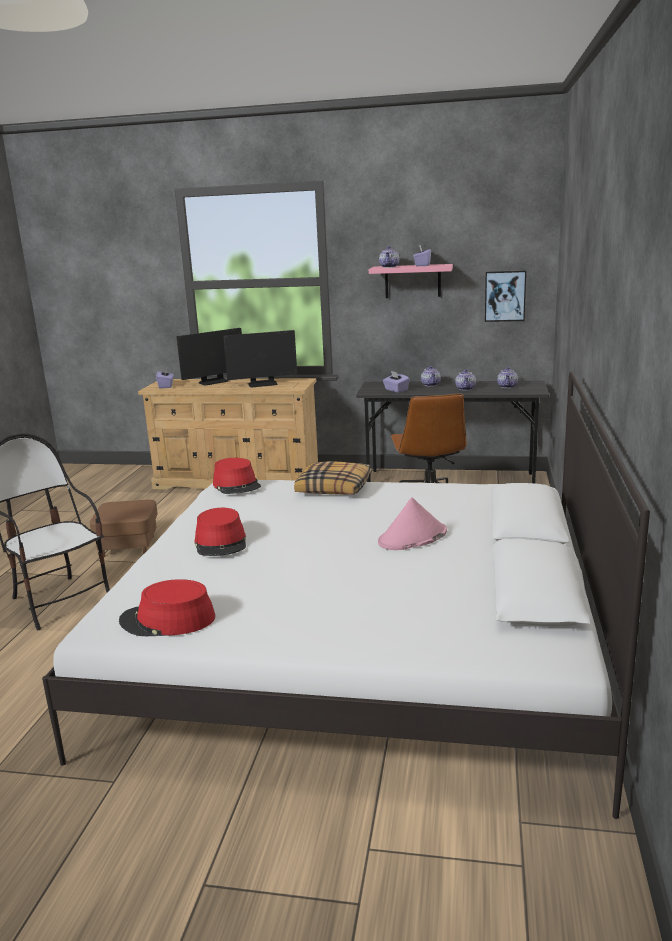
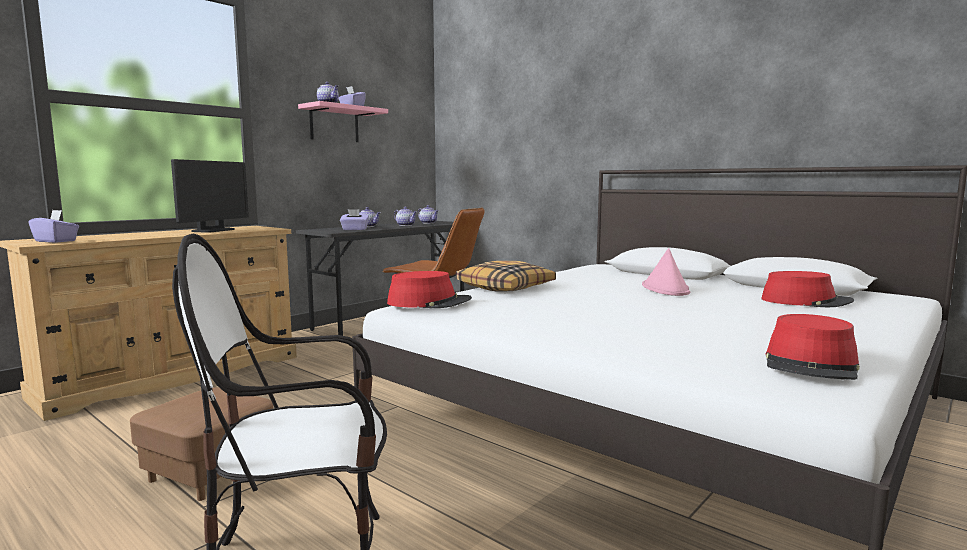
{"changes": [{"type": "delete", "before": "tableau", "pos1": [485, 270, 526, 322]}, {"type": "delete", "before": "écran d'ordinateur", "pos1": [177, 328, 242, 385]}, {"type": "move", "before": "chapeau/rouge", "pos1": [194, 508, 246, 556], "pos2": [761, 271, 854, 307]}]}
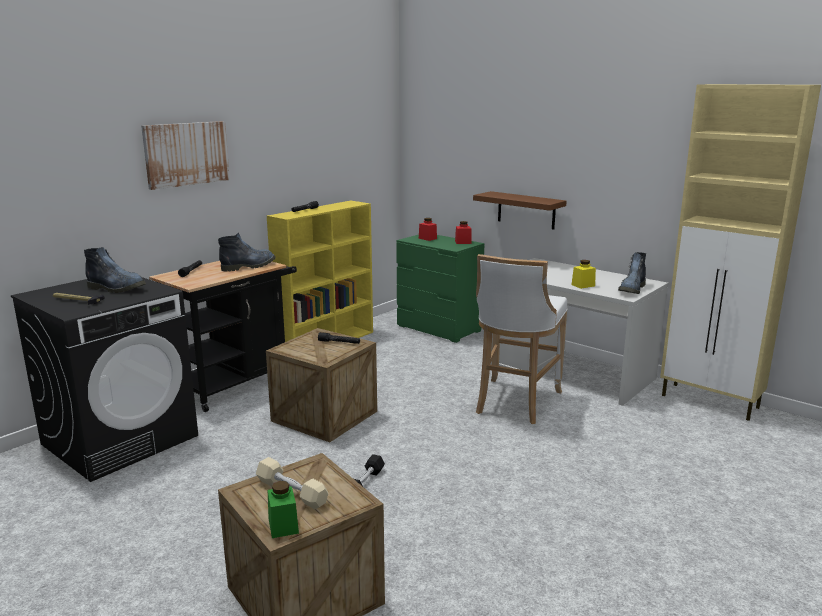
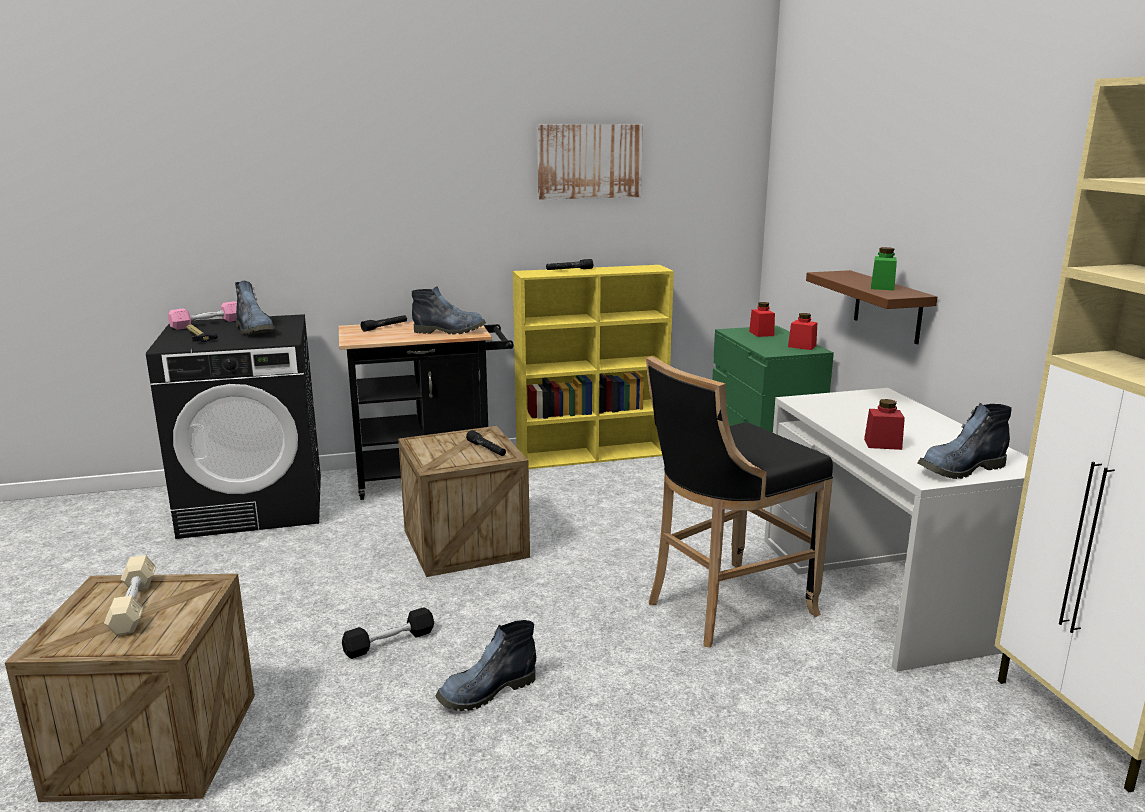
{"changes": [{"type": "move", "before": "tableau", "pos1": [141, 121, 230, 190], "pos2": [537, 124, 643, 200]}, {"type": "recolor", "before": "tabouret/blanc", "after": "tabouret/noir", "pos1": [476, 254, 567, 424], "pos2": [646, 356, 833, 648]}, {"type": "recolor", "before": "bocal/jaune", "after": "bocal/rouge", "pos1": [571, 260, 596, 289], "pos2": [864, 399, 905, 450]}, {"type": "move", "before": "bocal/vert", "pos1": [268, 481, 299, 538], "pos2": [871, 247, 897, 290]}, {"type": "insert", "after": "haltère/rose", "pos2": [168, 301, 237, 330]}, {"type": "insert", "after": "botte", "pos2": [436, 620, 536, 711]}]}
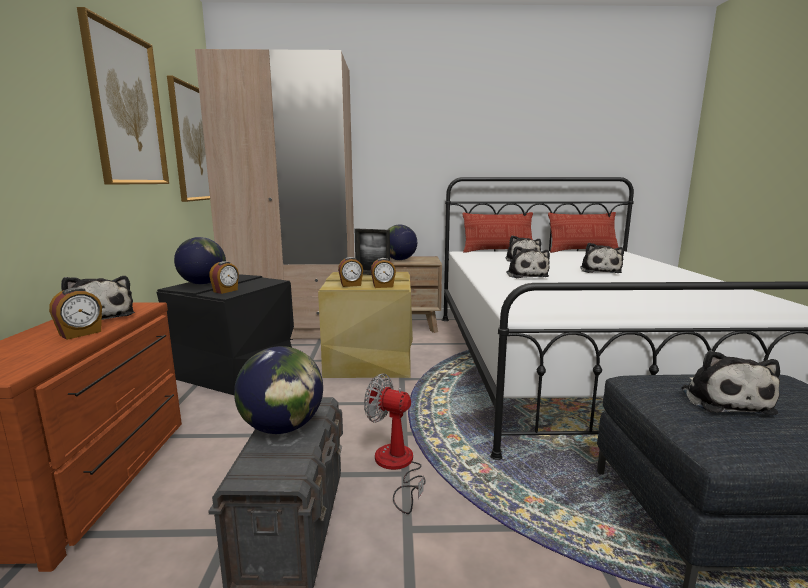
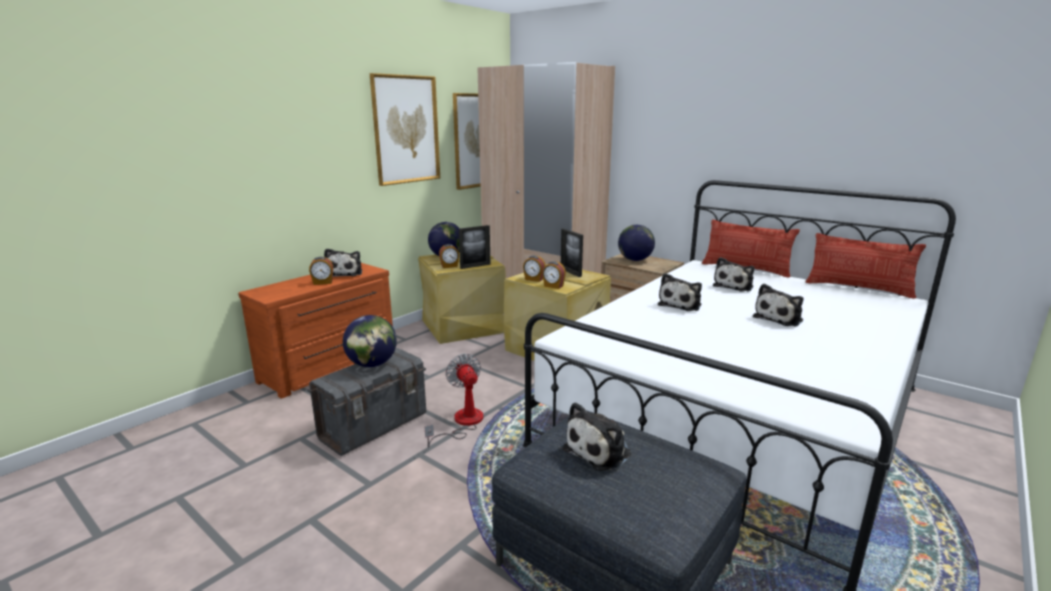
{"changes": [{"type": "recolor", "before": "boîte de rangement/noir", "after": "boîte de rangement/beige", "pos1": [157, 274, 294, 395], "pos2": [418, 252, 506, 344]}, {"type": "insert", "after": "cadre photo", "pos2": [459, 225, 491, 269]}]}
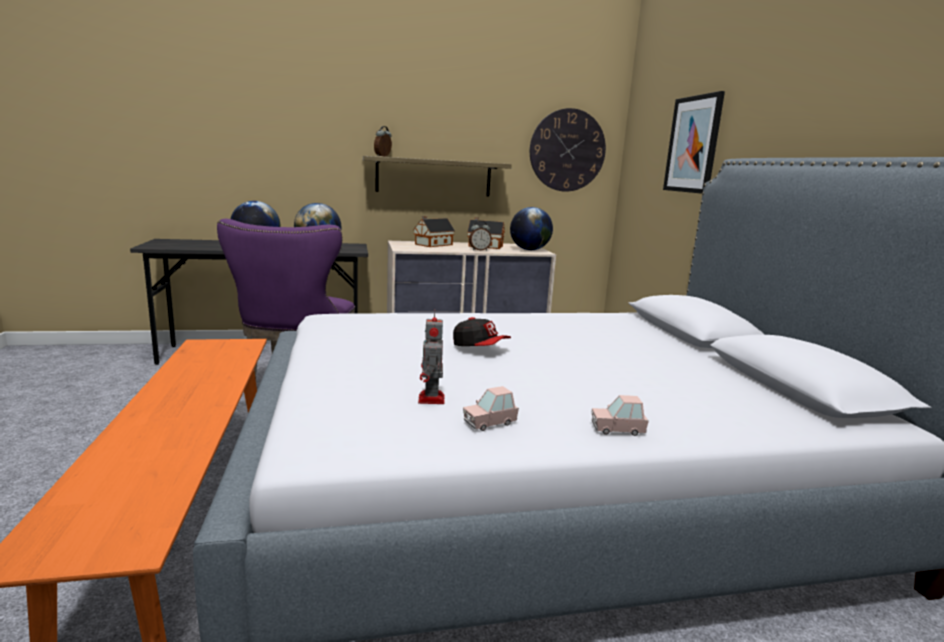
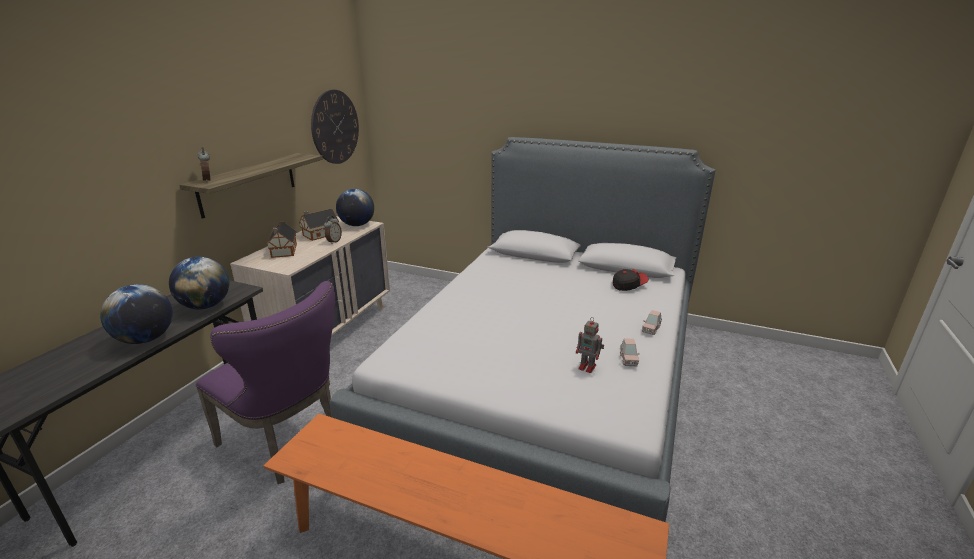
{"changes": [{"type": "delete", "before": "tableau", "pos1": [663, 91, 725, 194]}, {"type": "move", "before": "casquette", "pos1": [453, 317, 511, 346], "pos2": [613, 269, 649, 291]}]}
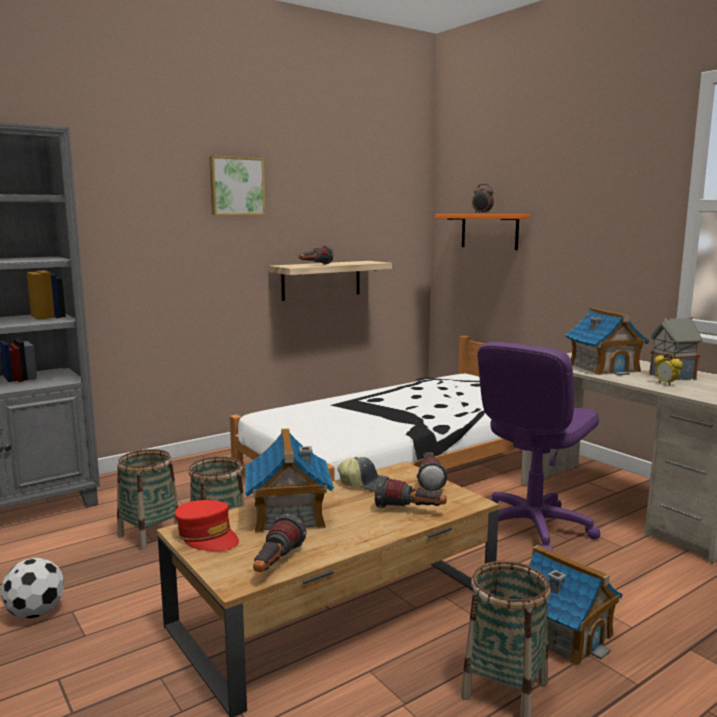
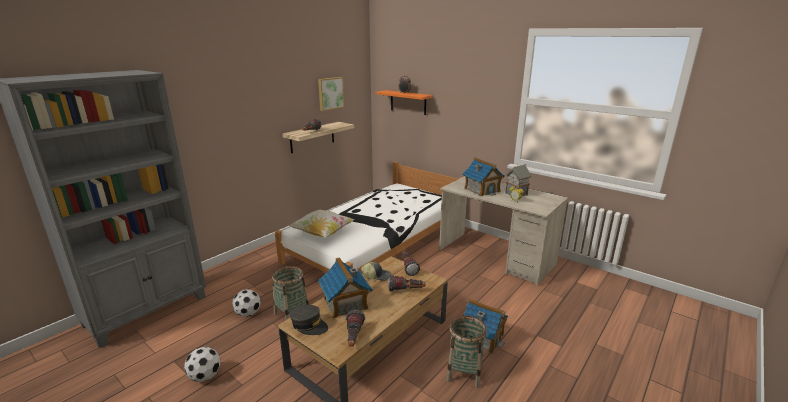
{"changes": [{"type": "move", "before": "tableau", "pos1": [209, 156, 265, 215], "pos2": [318, 77, 345, 111]}, {"type": "delete", "before": "chaise de bureau/violet", "pos1": [477, 342, 600, 552]}, {"type": "replace", "before": "panier", "after": "ballon de foot", "pos1": [117, 449, 179, 550], "pos2": [232, 289, 261, 317]}, {"type": "recolor", "before": "casquette/rouge", "after": "casquette/gris", "pos1": [175, 500, 239, 552], "pos2": [289, 305, 328, 335]}, {"type": "insert", "after": "coussin", "pos2": [289, 210, 355, 238]}]}
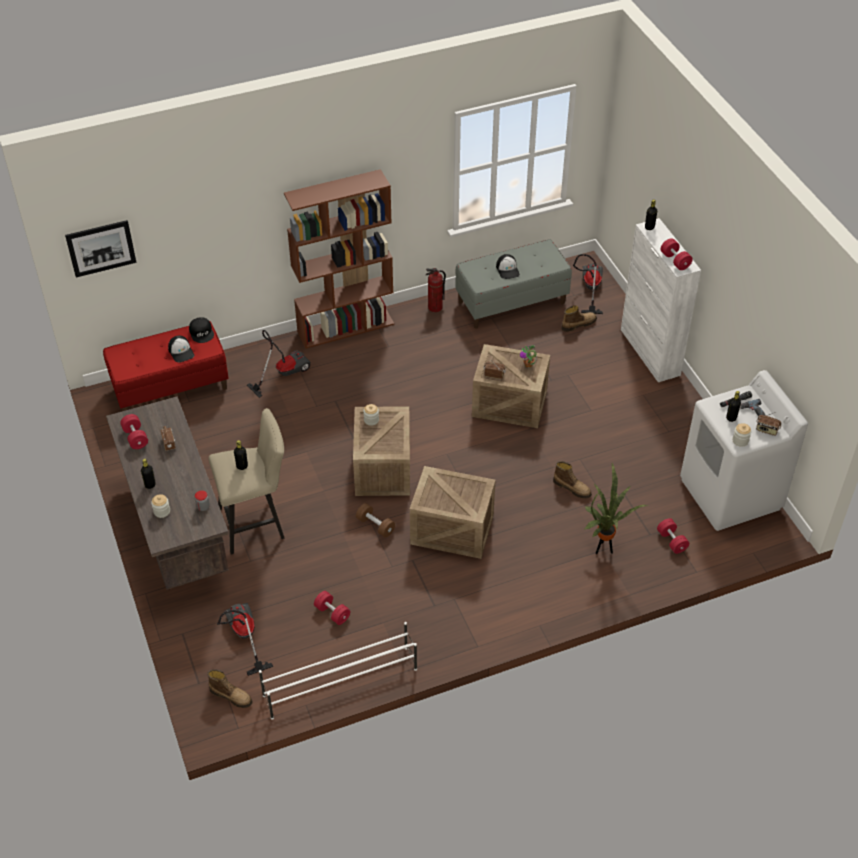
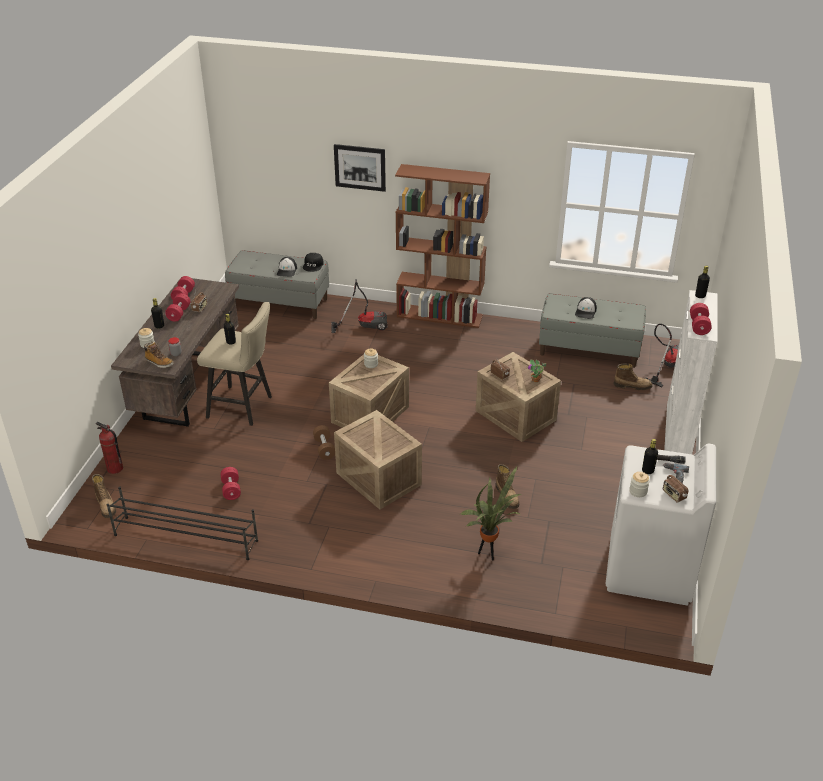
{"changes": [{"type": "move", "before": "tableau", "pos1": [65, 220, 137, 278], "pos2": [334, 144, 386, 192]}, {"type": "move", "before": "extincteur", "pos1": [426, 268, 446, 312], "pos2": [96, 422, 123, 474]}, {"type": "recolor", "before": "banc/rouge", "after": "banc/gris", "pos1": [103, 321, 229, 411], "pos2": [225, 250, 329, 319]}, {"type": "move", "before": "haltère/rouge", "pos1": [657, 518, 689, 554], "pos2": [165, 293, 190, 322]}, {"type": "delete", "before": "aspirateur", "pos1": [217, 603, 273, 676]}, {"type": "recolor", "before": "étagère à chaussures/blanc", "after": "étagère à chaussures/noir", "pos1": [259, 622, 417, 720], "pos2": [107, 487, 258, 560]}, {"type": "insert", "after": "botte", "pos2": [144, 342, 173, 368]}]}
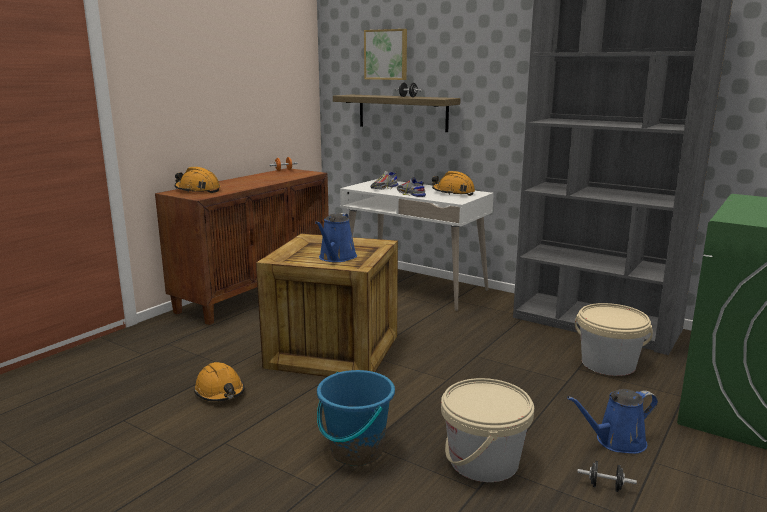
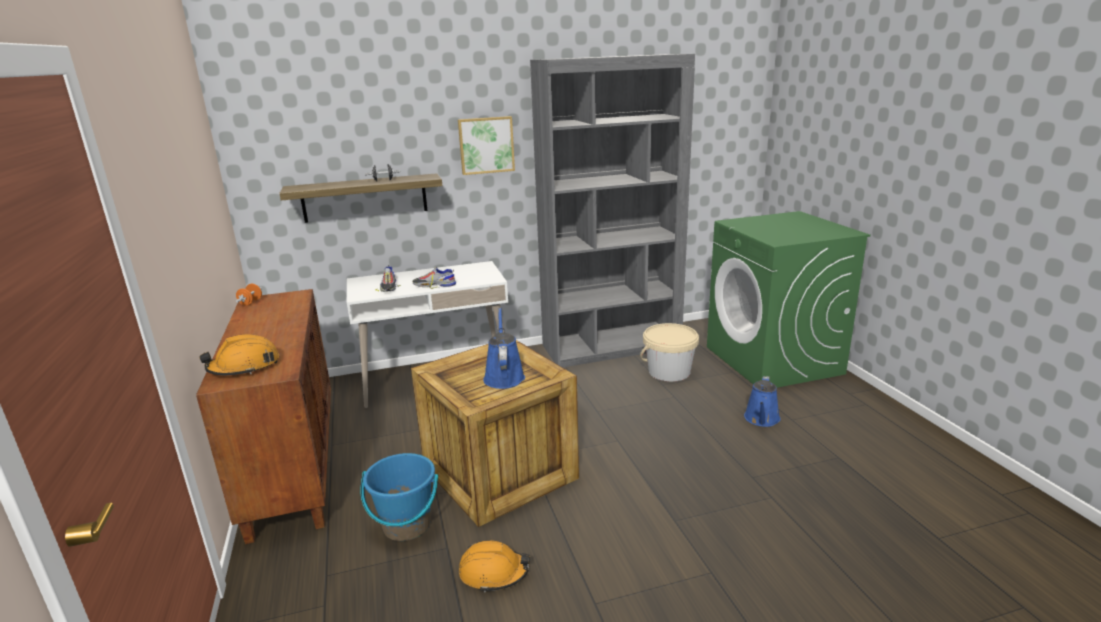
{"changes": [{"type": "move", "before": "tableau", "pos1": [364, 29, 407, 80], "pos2": [458, 116, 515, 175]}, {"type": "delete", "before": "casque de chantier/orange", "pos1": [432, 171, 475, 196]}, {"type": "rotate", "before": "arrosoir/bleu", "pos1": [315, 213, 357, 262], "pos2": [483, 307, 525, 389], "turn": -150}, {"type": "move", "before": "seau/bleu", "pos1": [317, 370, 395, 466], "pos2": [360, 453, 438, 541]}, {"type": "delete", "before": "seau/beige", "pos1": [441, 378, 534, 482]}, {"type": "delete", "before": "haltère/noir", "pos1": [577, 461, 637, 492]}]}
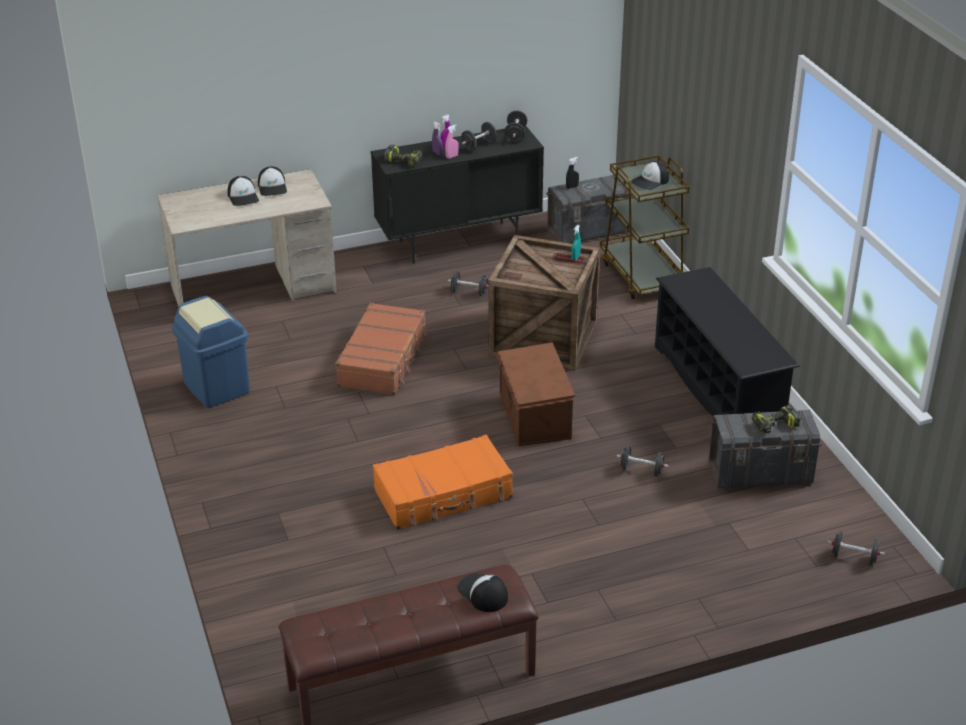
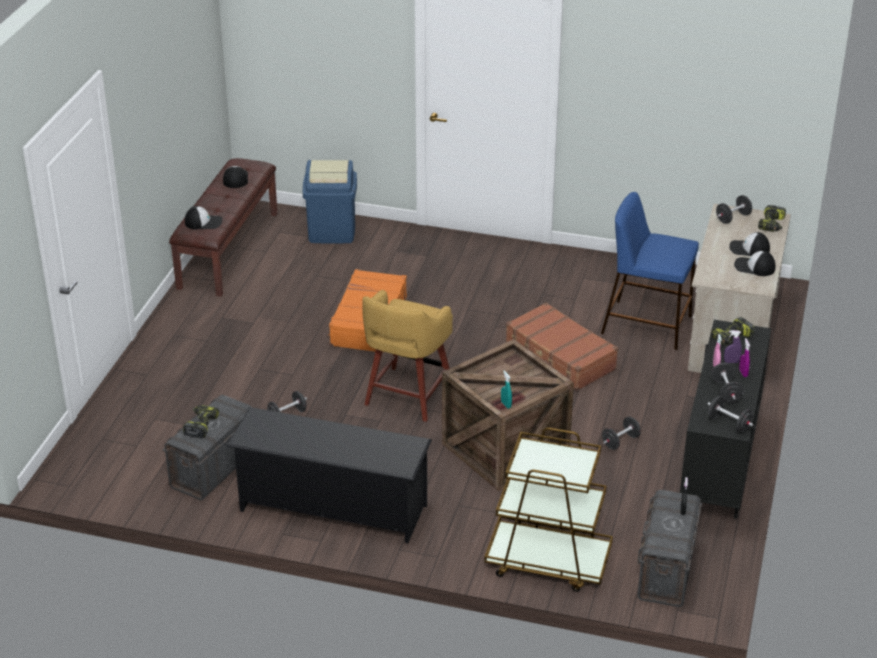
{"changes": [{"type": "move", "before": "casquette", "pos1": [631, 161, 669, 190], "pos2": [223, 166, 248, 188]}, {"type": "move", "before": "poubelle/bleu", "pos1": [172, 296, 250, 408], "pos2": [303, 160, 357, 244]}, {"type": "replace", "before": "boîte de rangement/marron", "after": "tabouret/jaune", "pos1": [496, 342, 575, 446], "pos2": [362, 290, 453, 422]}, {"type": "move", "before": "haltère/noir", "pos1": [828, 531, 885, 565], "pos2": [716, 195, 752, 224]}, {"type": "insert", "after": "tabouret/bleu", "pos2": [601, 192, 699, 350]}, {"type": "insert", "after": "perceuse", "pos2": [758, 205, 786, 232]}]}
